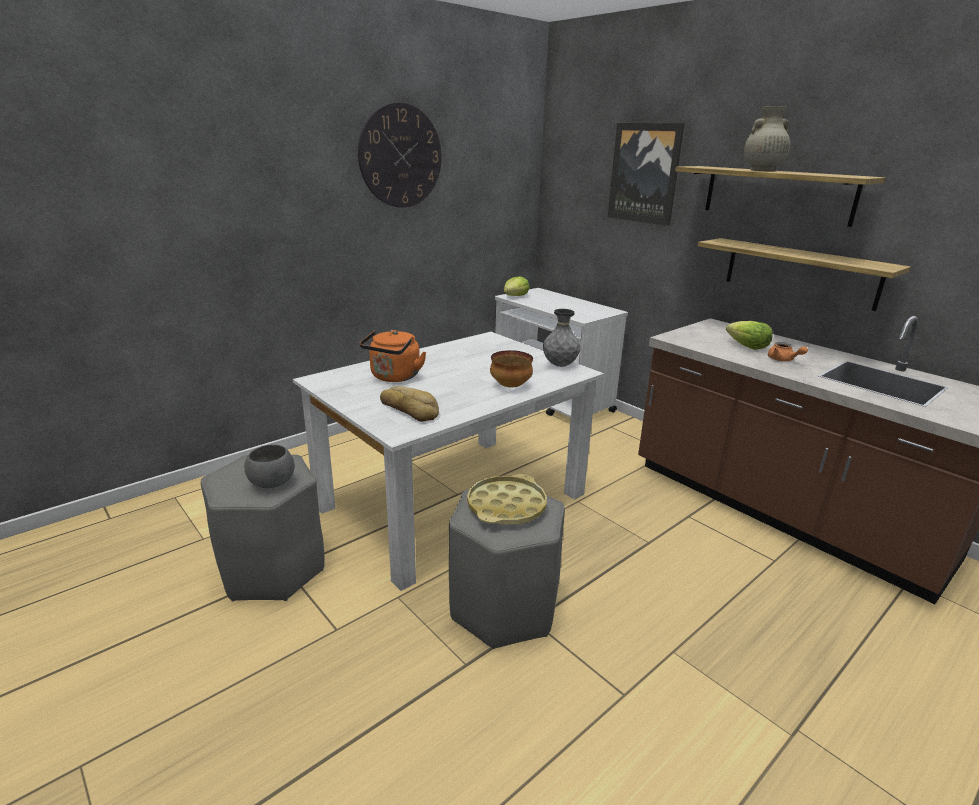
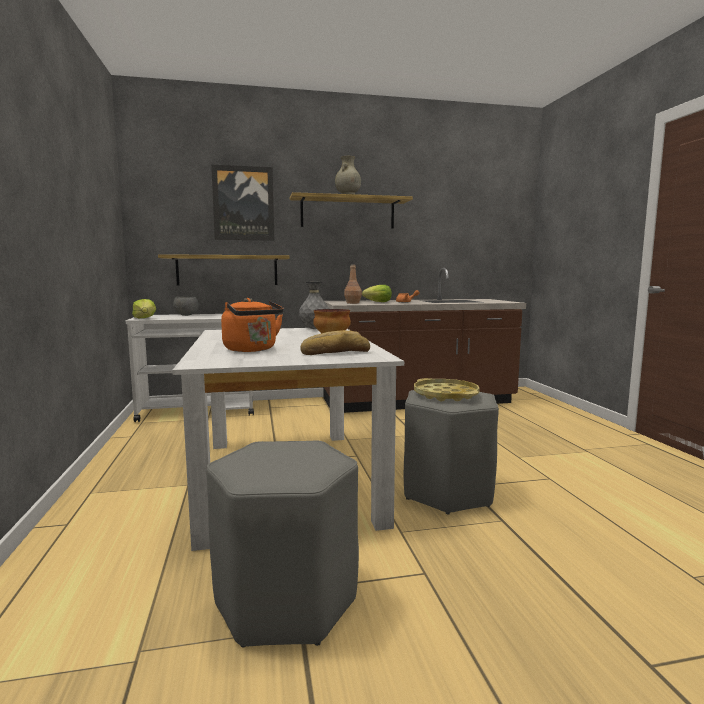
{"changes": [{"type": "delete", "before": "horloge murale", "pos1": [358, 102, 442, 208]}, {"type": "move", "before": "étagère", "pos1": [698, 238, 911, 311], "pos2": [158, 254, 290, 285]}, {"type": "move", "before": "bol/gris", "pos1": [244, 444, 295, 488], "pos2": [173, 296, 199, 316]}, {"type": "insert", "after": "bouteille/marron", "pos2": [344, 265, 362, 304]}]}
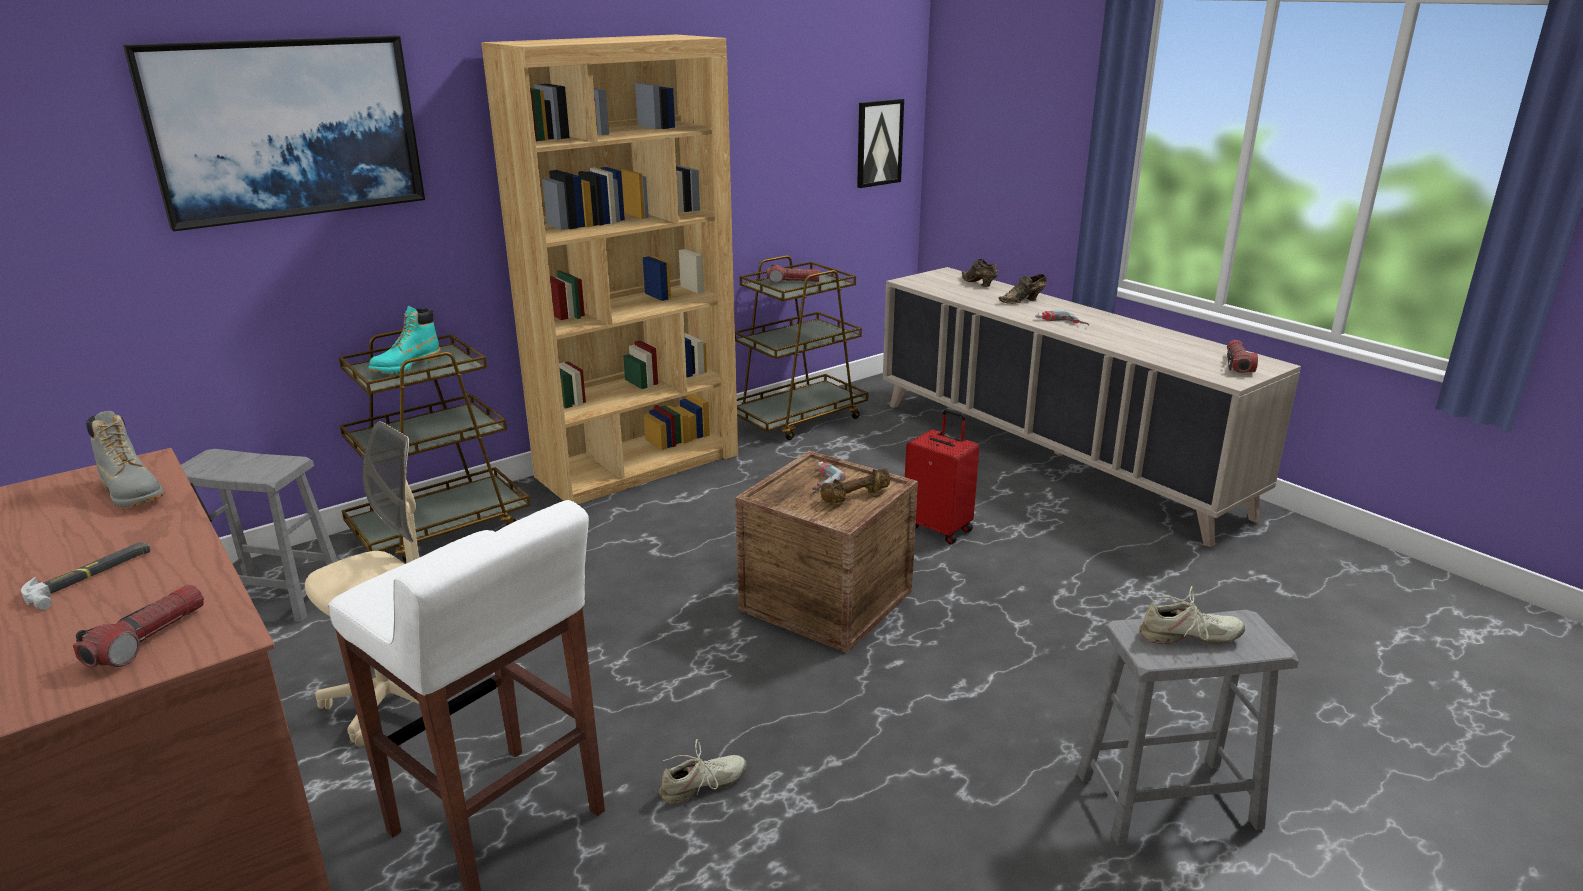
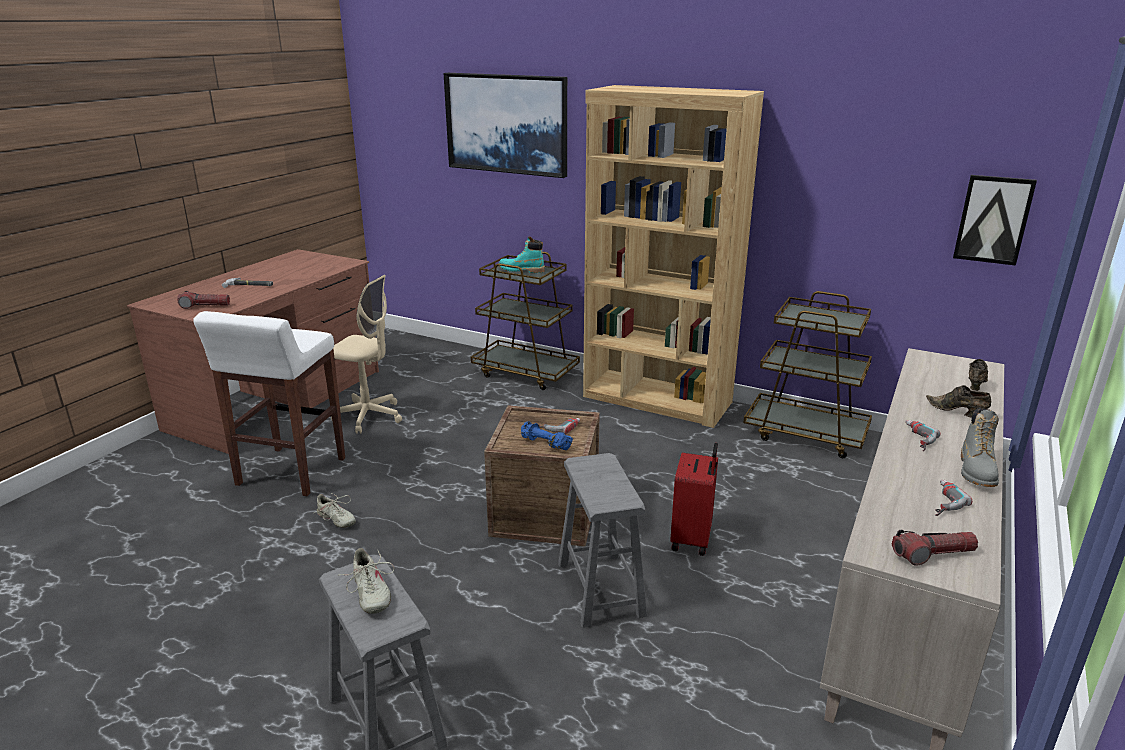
{"changes": [{"type": "delete", "before": "lampe de poche", "pos1": [767, 264, 820, 284]}, {"type": "move", "before": "botte/gris", "pos1": [86, 411, 165, 507], "pos2": [961, 408, 999, 487]}, {"type": "move", "before": "tabouret/gris", "pos1": [181, 449, 338, 623], "pos2": [558, 453, 647, 628]}, {"type": "recolor", "before": "haltère/marron", "after": "haltère/bleu", "pos1": [821, 468, 891, 503], "pos2": [521, 422, 573, 450]}, {"type": "insert", "after": "perceuse", "pos2": [935, 480, 972, 516]}]}
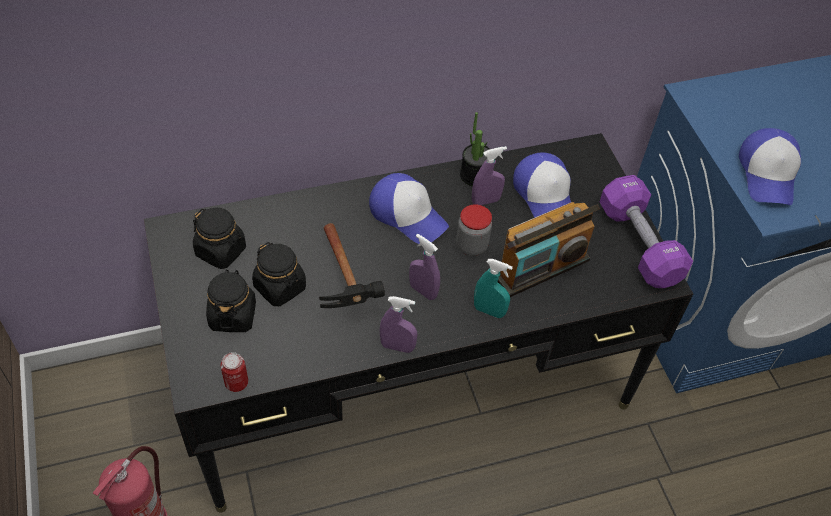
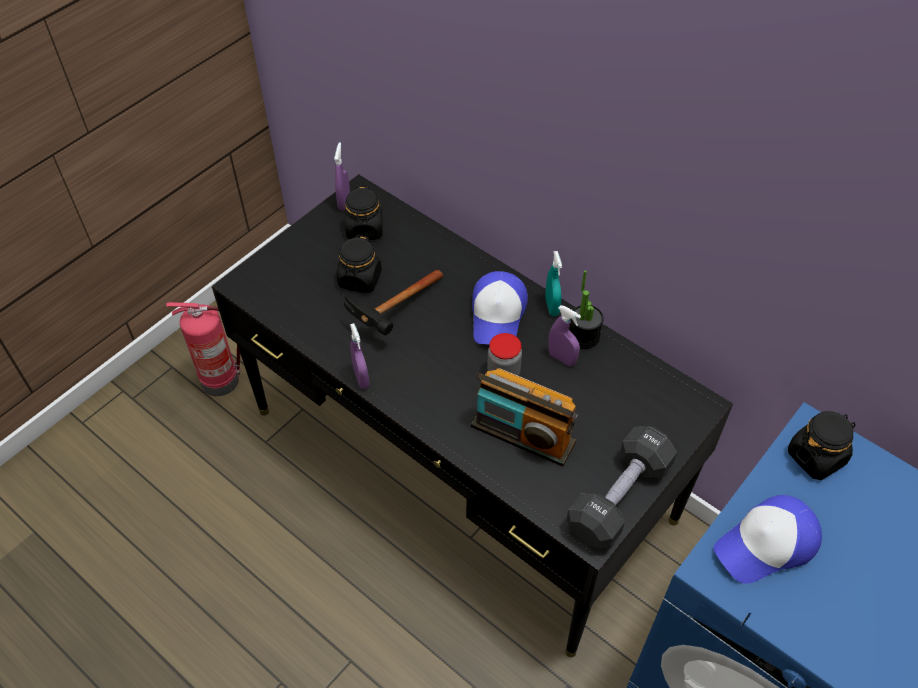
{"changes": [{"type": "delete", "before": "casquette", "pos1": [513, 153, 571, 218]}, {"type": "recolor", "before": "haltère/violet", "after": "haltère/noir", "pos1": [600, 175, 693, 288], "pos2": [567, 426, 677, 548]}, {"type": "move", "before": "vaporisateur/violet", "pos1": [409, 234, 440, 300], "pos2": [334, 142, 350, 210]}, {"type": "move", "before": "vaporisateur/turquoise", "pos1": [474, 259, 513, 318], "pos2": [545, 251, 562, 316]}, {"type": "move", "before": "bocal/noir", "pos1": [206, 269, 256, 332], "pos2": [788, 411, 856, 480]}, {"type": "delete", "before": "boîte métallique", "pos1": [221, 352, 248, 392]}]}
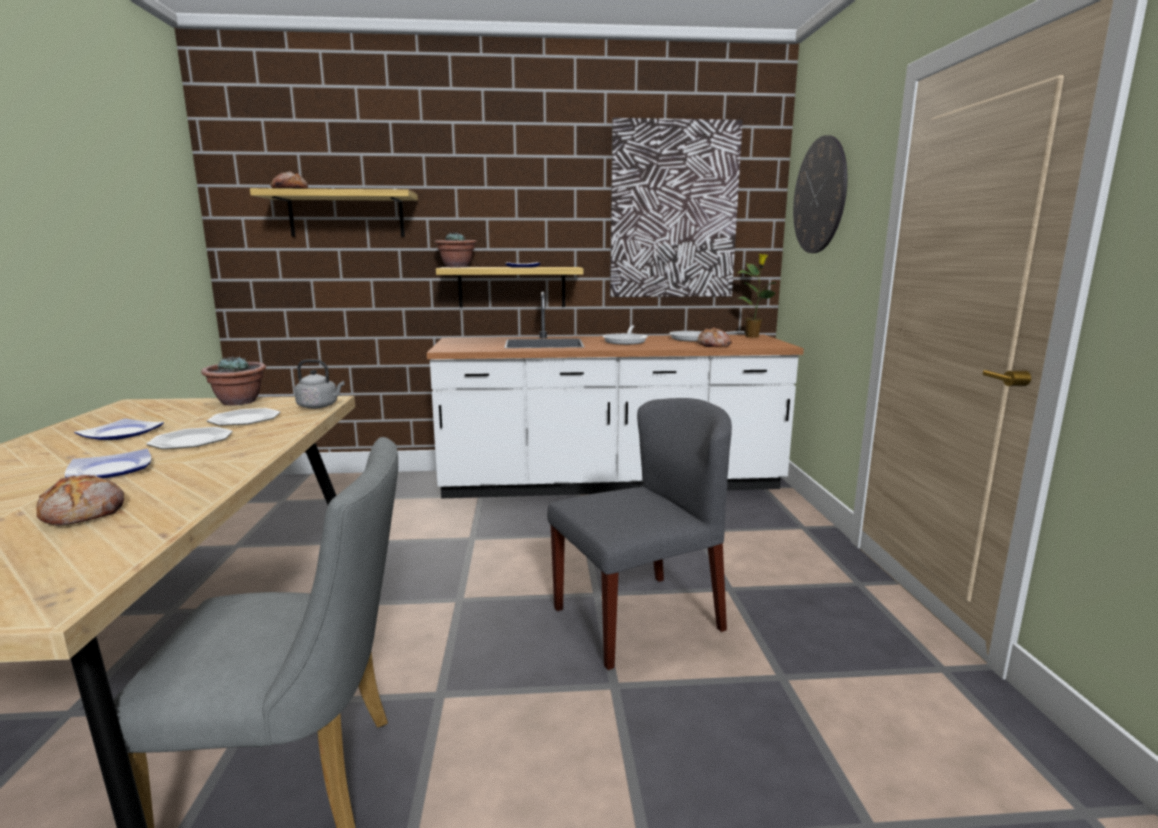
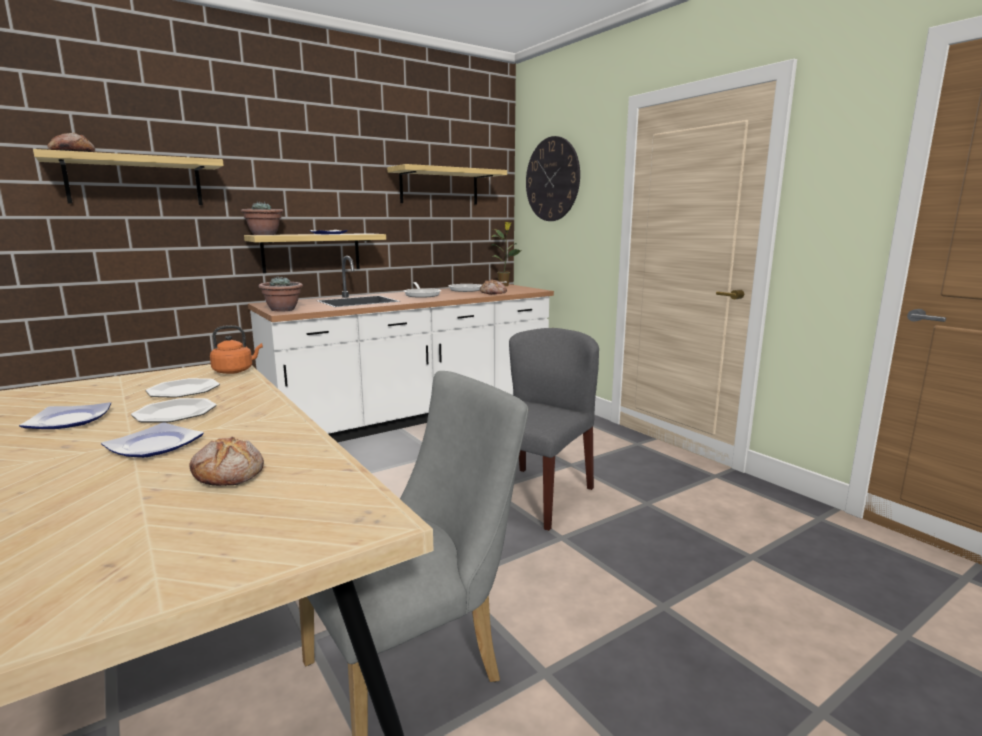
{"changes": [{"type": "replace", "before": "tableau", "after": "étagère", "pos1": [610, 118, 743, 297], "pos2": [387, 164, 507, 205]}, {"type": "move", "before": "plante en pot", "pos1": [201, 356, 266, 405], "pos2": [259, 276, 303, 312]}, {"type": "recolor", "before": "bouilloire/gris", "after": "bouilloire/orange", "pos1": [294, 359, 345, 409], "pos2": [210, 325, 263, 374]}]}
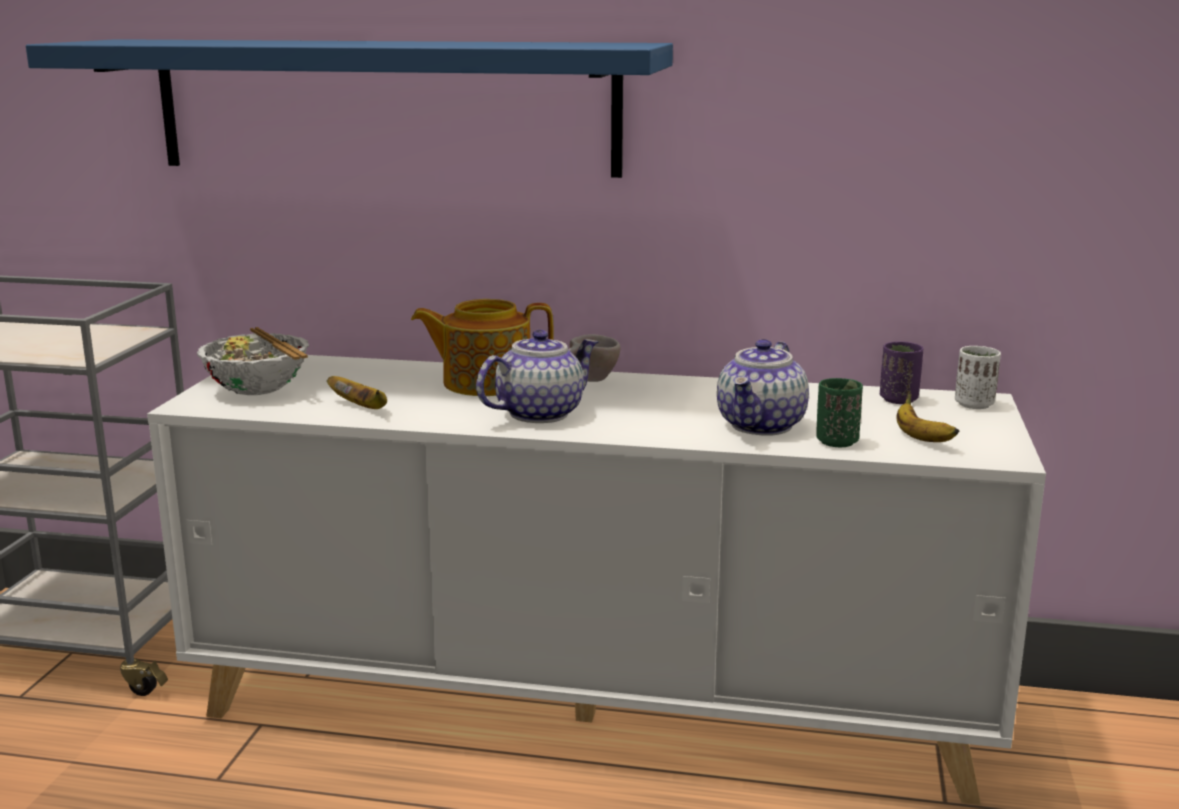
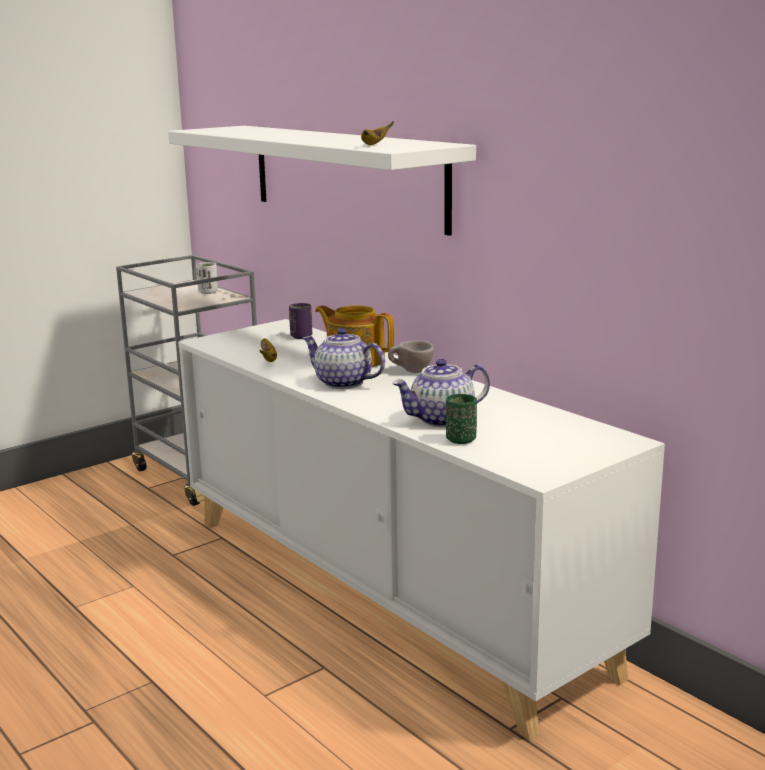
{"changes": [{"type": "recolor", "before": "étagère/bleu", "after": "étagère/blanc", "pos1": [26, 39, 673, 178], "pos2": [168, 126, 476, 236]}, {"type": "delete", "before": "bol", "pos1": [197, 327, 309, 395]}, {"type": "rotate", "before": "théière", "pos1": [476, 330, 598, 423], "pos2": [303, 328, 385, 389], "turn": -150}, {"type": "move", "before": "tasse/violet", "pos1": [880, 341, 923, 404], "pos2": [289, 303, 312, 339]}, {"type": "move", "before": "tasse/blanc", "pos1": [955, 346, 1001, 409], "pos2": [196, 262, 218, 294]}, {"type": "move", "before": "banane", "pos1": [896, 391, 959, 442], "pos2": [361, 121, 394, 145]}]}
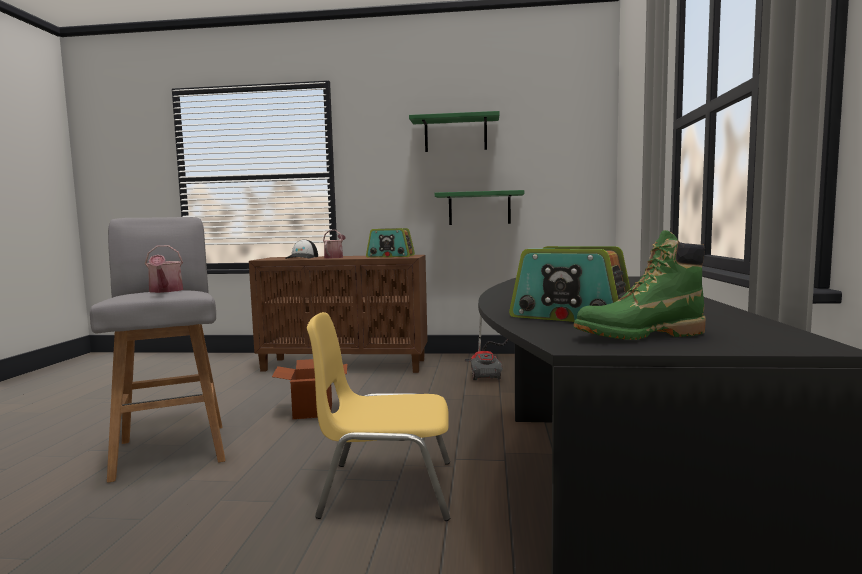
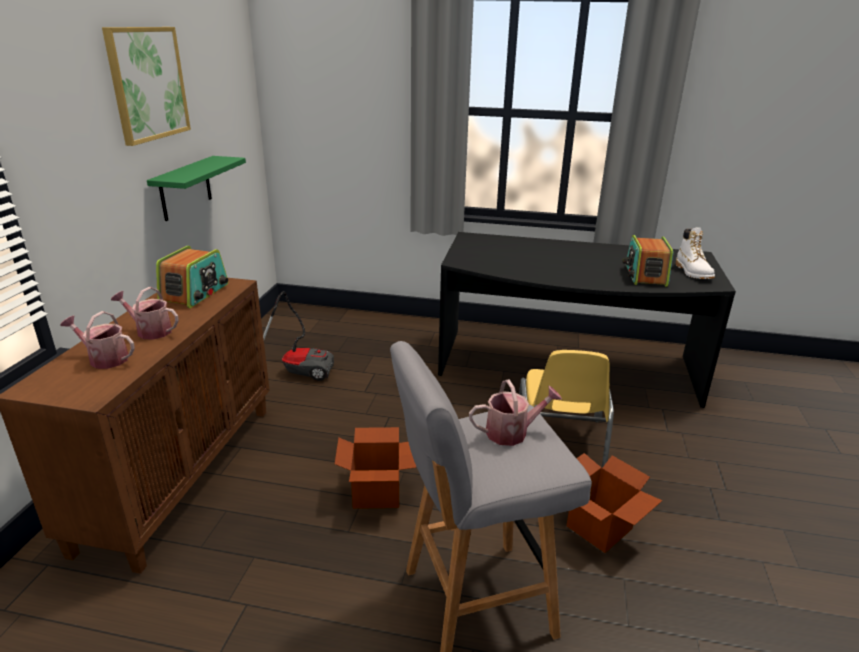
{"changes": [{"type": "replace", "before": "étagère/vert", "after": "tableau", "pos1": [409, 111, 500, 152], "pos2": [102, 27, 191, 146]}, {"type": "recolor", "before": "botte/vert", "after": "botte/blanc", "pos1": [574, 230, 706, 340], "pos2": [676, 227, 715, 279]}, {"type": "replace", "before": "casquette", "after": "arrosoir", "pos1": [285, 239, 318, 259], "pos2": [60, 311, 135, 369]}, {"type": "rotate", "before": "radio", "pos1": [509, 246, 630, 322], "pos2": [622, 235, 673, 287], "turn": 150}, {"type": "insert", "after": "carton", "pos2": [567, 453, 662, 553]}]}
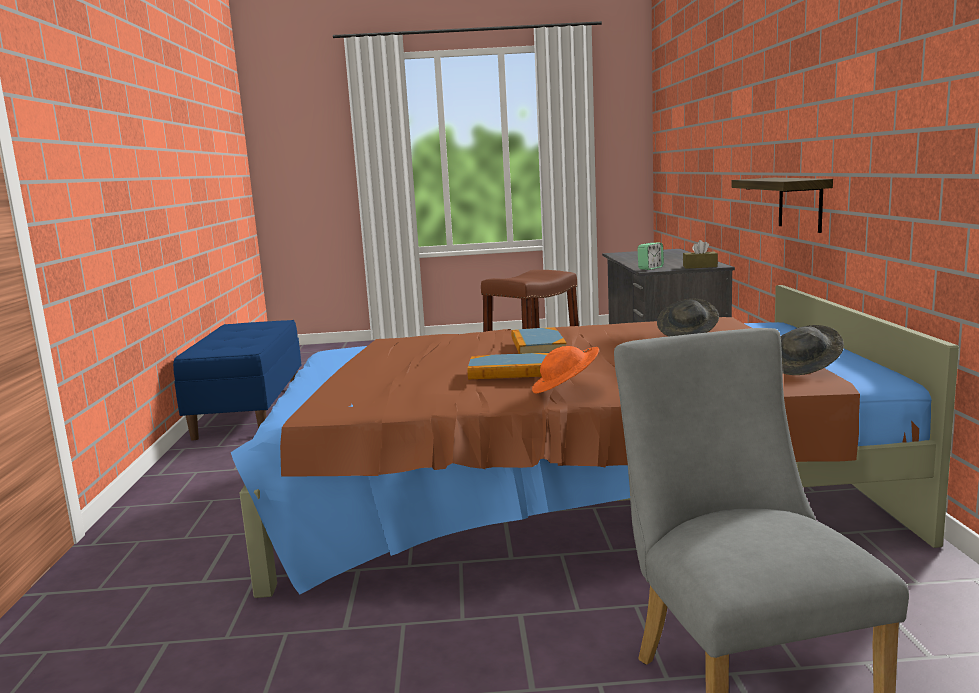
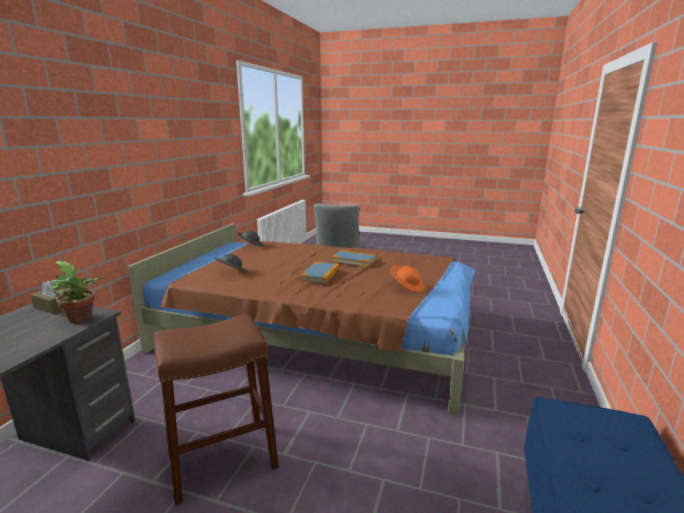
{"changes": [{"type": "delete", "before": "étagère", "pos1": [732, 178, 833, 233]}, {"type": "replace", "before": "réveil", "after": "plante en pot", "pos1": [638, 243, 664, 270], "pos2": [51, 261, 105, 323]}, {"type": "move", "before": "chapeau/orange", "pos1": [532, 346, 599, 393], "pos2": [391, 265, 425, 292]}]}
